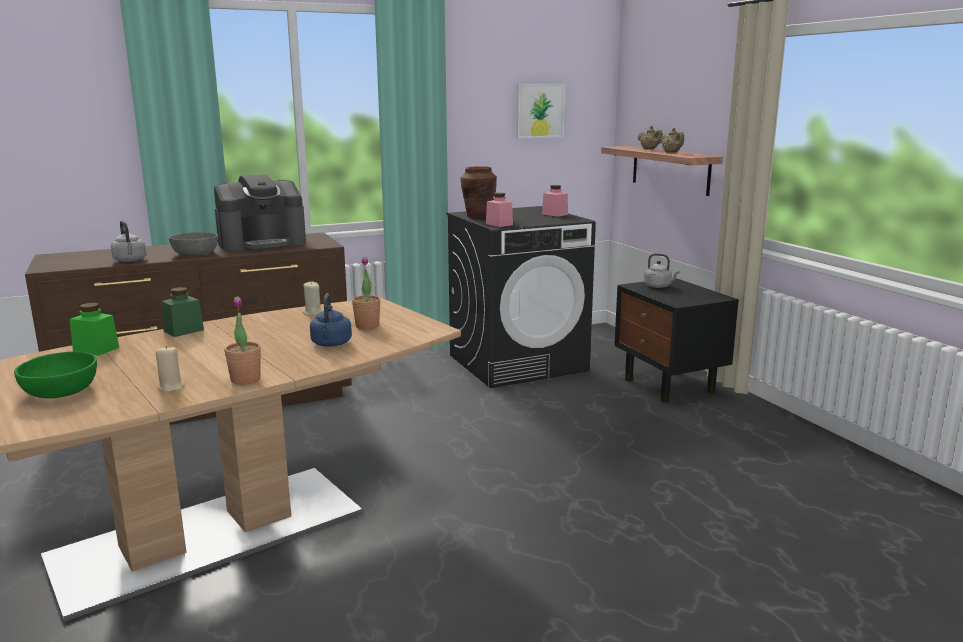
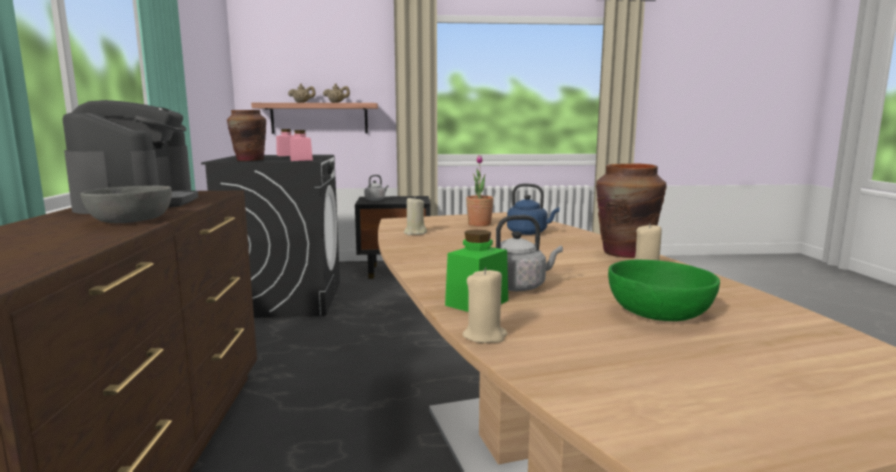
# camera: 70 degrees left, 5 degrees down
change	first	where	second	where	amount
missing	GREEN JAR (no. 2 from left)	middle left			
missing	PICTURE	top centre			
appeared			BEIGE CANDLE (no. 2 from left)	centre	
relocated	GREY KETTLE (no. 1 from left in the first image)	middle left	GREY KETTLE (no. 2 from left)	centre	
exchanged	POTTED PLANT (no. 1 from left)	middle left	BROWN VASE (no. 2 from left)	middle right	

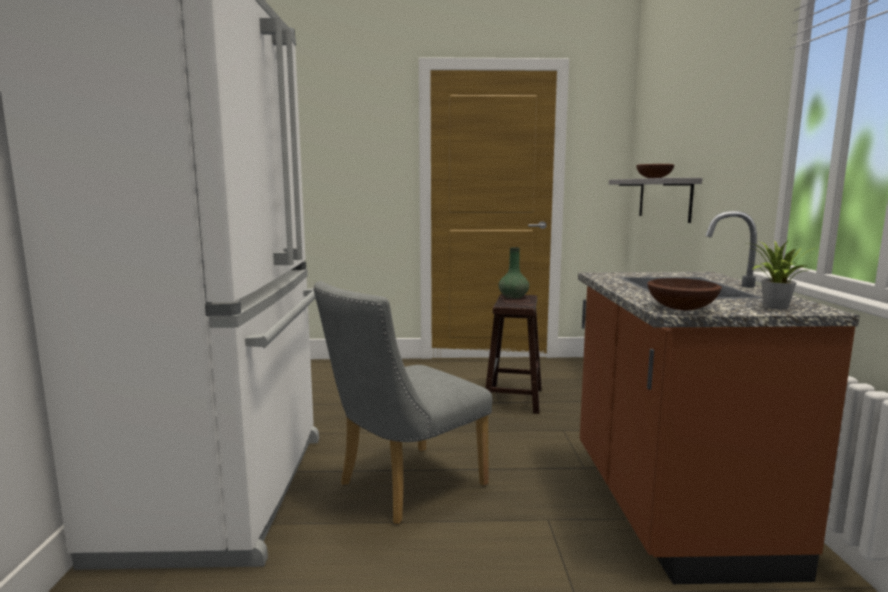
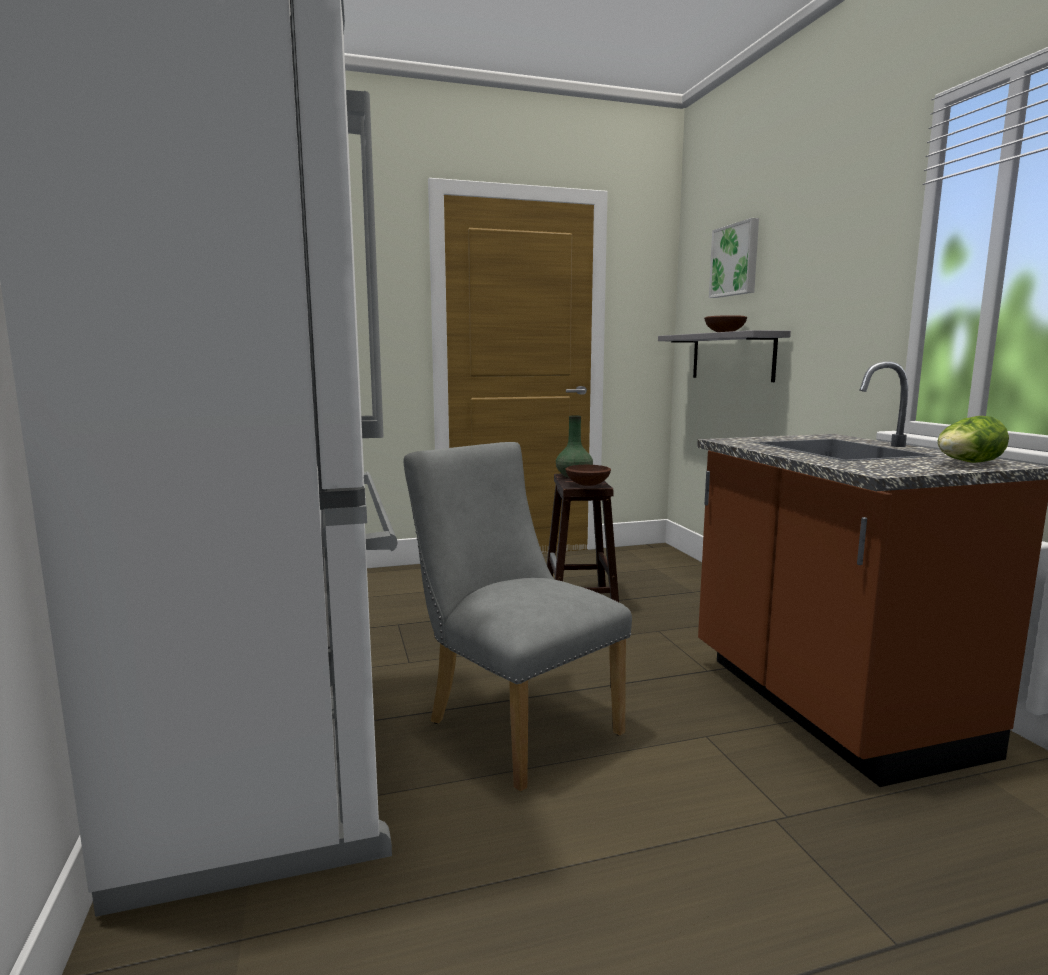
# camera: 15 degrees left, 0 degrees up
change	first	where	second	where	amount
appeared			PICTURE	top right	
relocated	BROWN BOWL (no. 2 from left in the first image)	middle right	BROWN BOWL (no. 1 from left)	centre	
exchanged	POTTED PLANT	middle right	LETTUCE	middle right	
spun	GREY CHAIR	bottom centre		centre	105 degrees clockwise

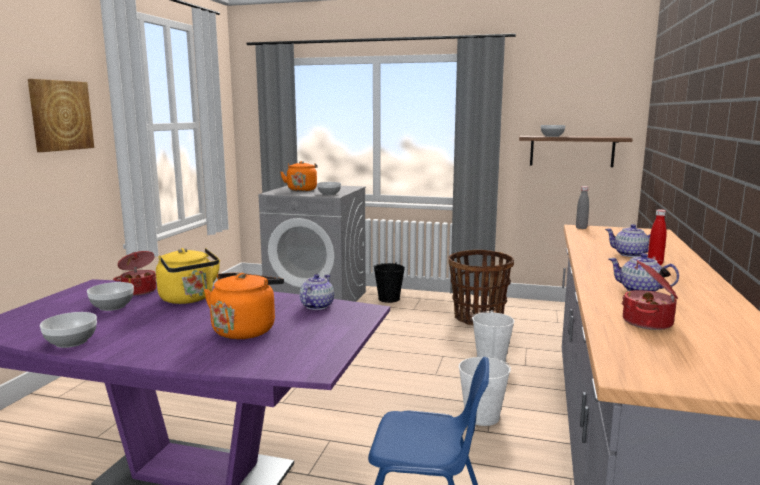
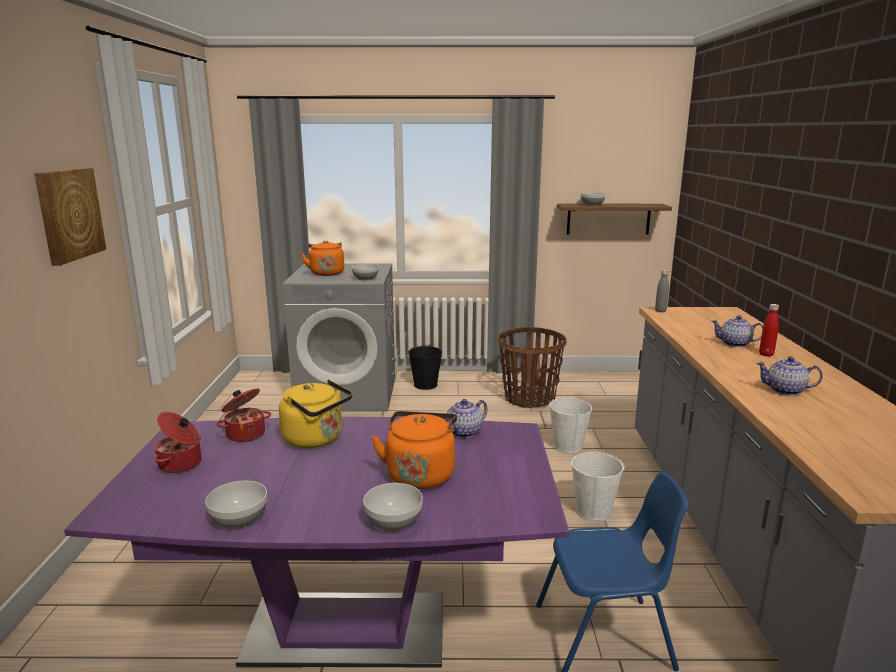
# camera: 15 degrees left, 5 degrees up
change	first	where	second	where	amount
relocated	BOWL (no. 2 from left in the first image)	middle left	BOWL (no. 3 from left)	bottom centre	
relocated	COOKING POT (no. 2 from left in the first image)	middle right	COOKING POT (no. 1 from left)	middle left	
spun	TEAPOT (no. 1 from left)	centre		centre	135 degrees counterclockwise

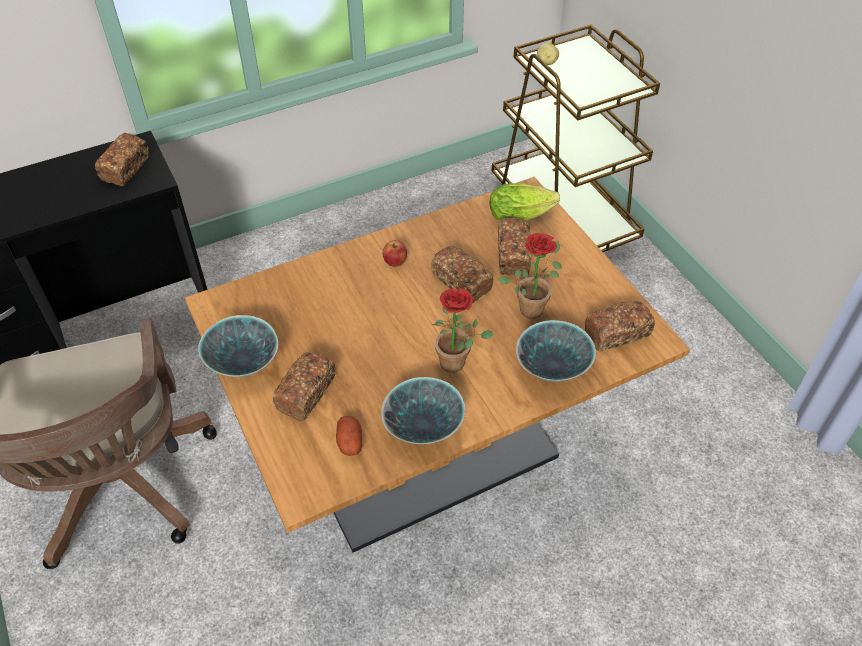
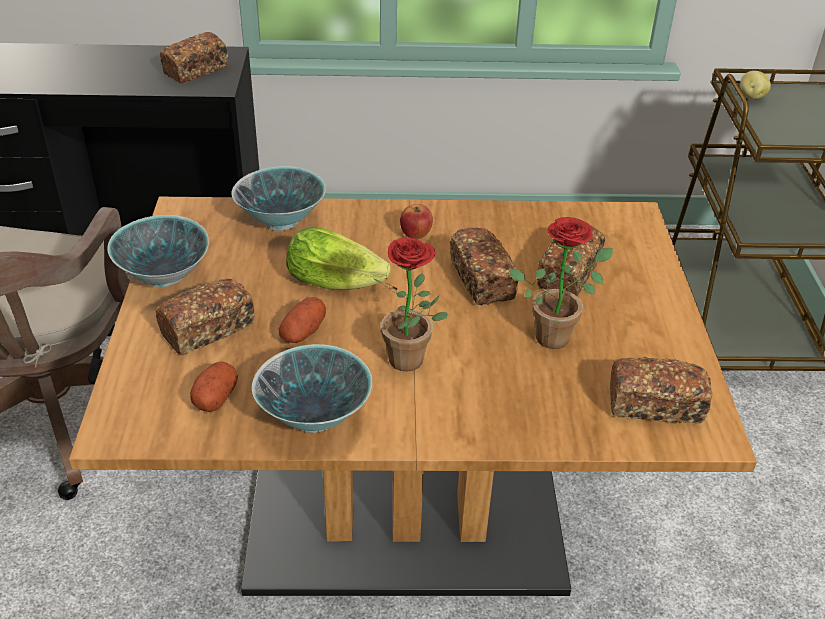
# camera: 25 degrees right, 10 degrees down
change	first	where	second	where	amount
appeared			POTATO (no. 2 from left)	centre	
relocated	LETTUCE	top centre		centre	
relocated	BOWL (no. 3 from left in the first image)	centre	BOWL (no. 2 from left)	top centre	

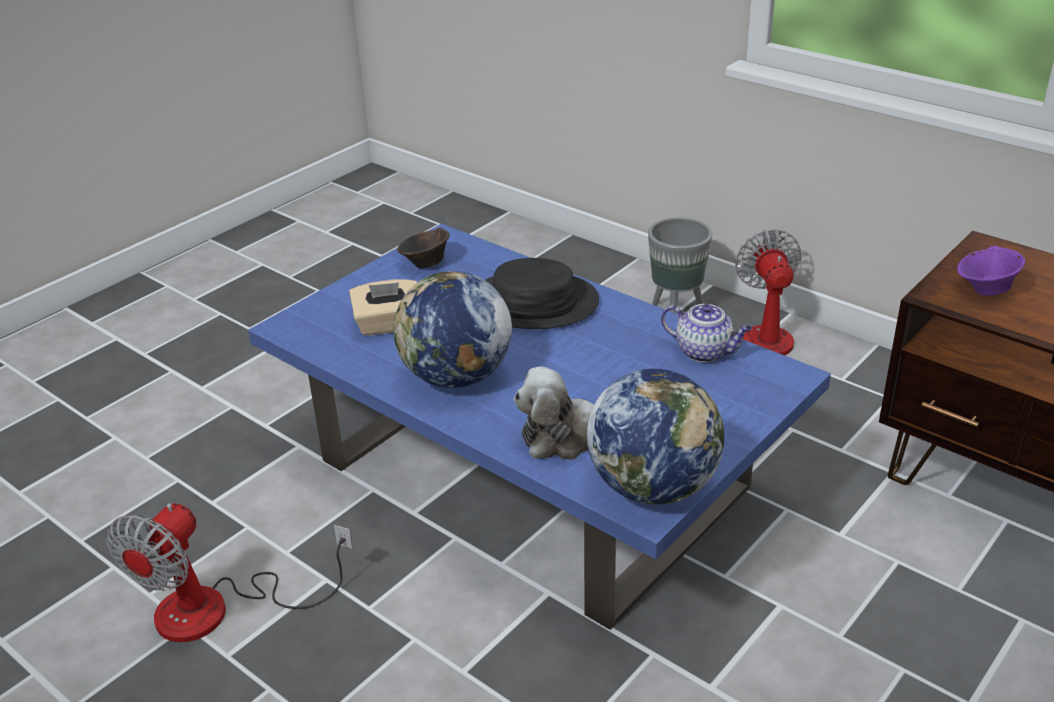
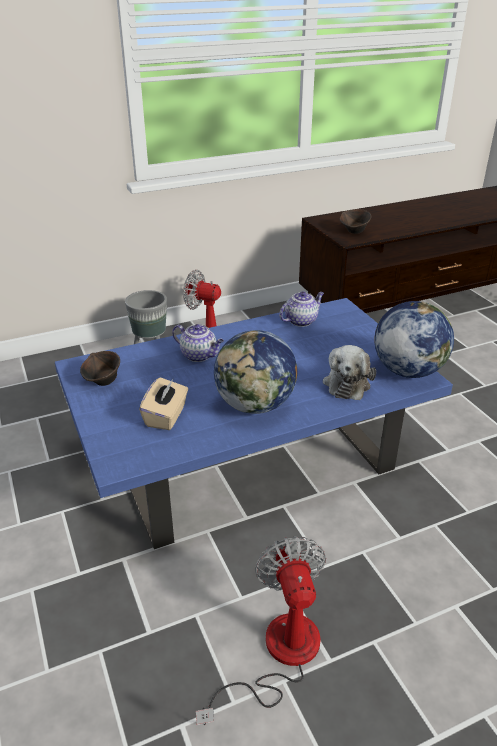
# camera: 65 degrees left, 0 degrees up
change	first	where	second	where	amount
exchanged	BLACK HAT	centre	TEAPOT (no. 1 from left)	centre	
colour	PURPLE BOWL	middle right	BROWN BOWL (no. 2 from left)	top right	
spun	FAN (no. 1 from left in the first image)	bottom left	FAN (no. 2 from left)	bottom centre	150 degrees counterclockwise

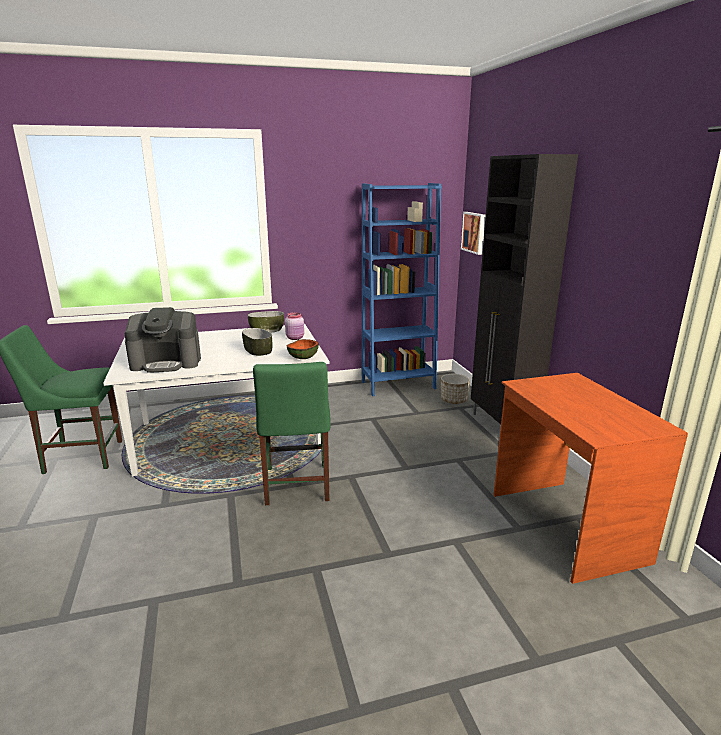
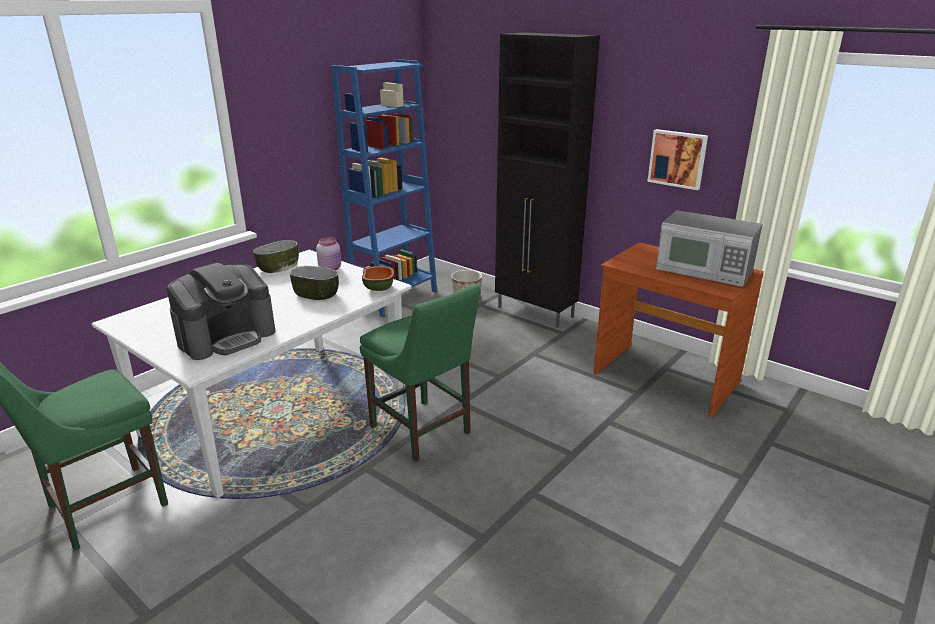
# camera: 35 degrees left, 5 degrees up
change	first	where	second	where	amount
appeared			MICROWAVE	middle right	
relocated	PICTURE	top centre		top right	

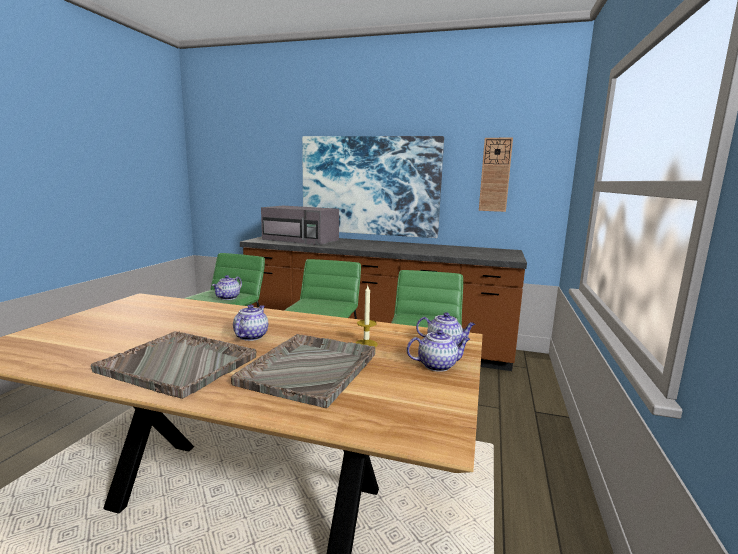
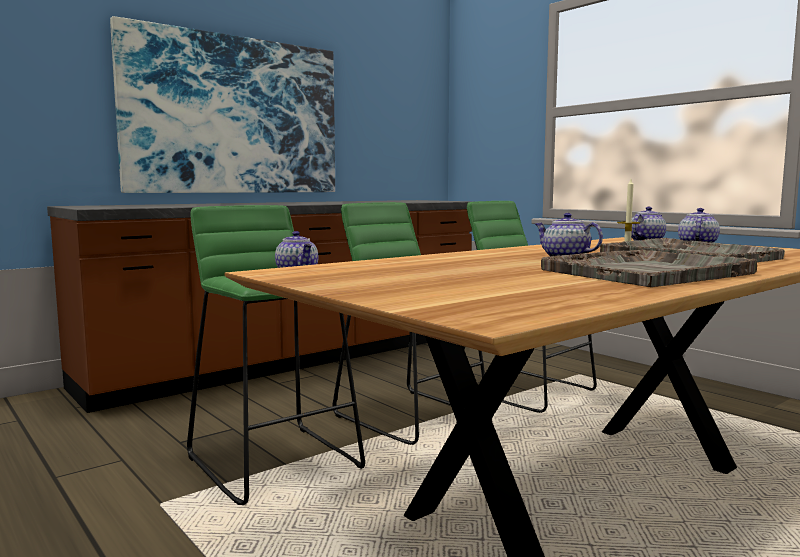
# camera: 55 degrees left, 5 degrees down
change	first	where	second	where	amount
missing	GREY MICROWAVE	centre			
missing	WALL CLOCK	top right			

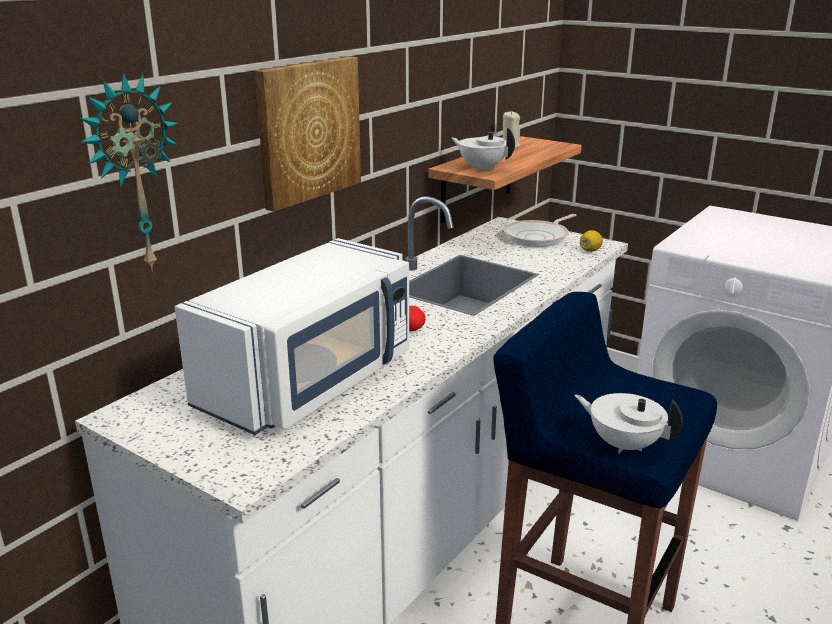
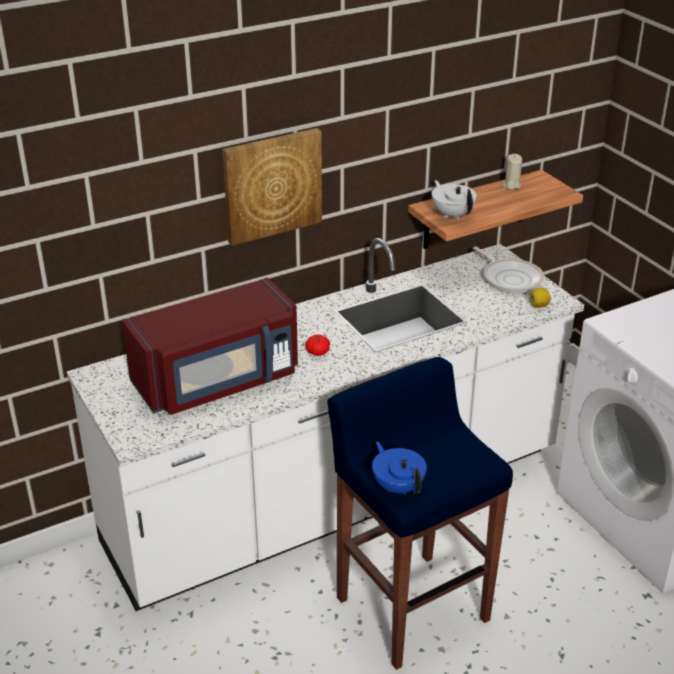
# camera: 25 degrees right, 10 degrees up
change	first	where	second	where	amount
missing	WALL CLOCK	top left			
colour	WHITE MICROWAVE	centre	RED MICROWAVE	middle left	
colour	WHITE TEAPOT (no. 2 from left)	bottom right	BLUE TEAPOT	bottom centre	
spun	FRYING PAN	centre		middle right	105 degrees counterclockwise

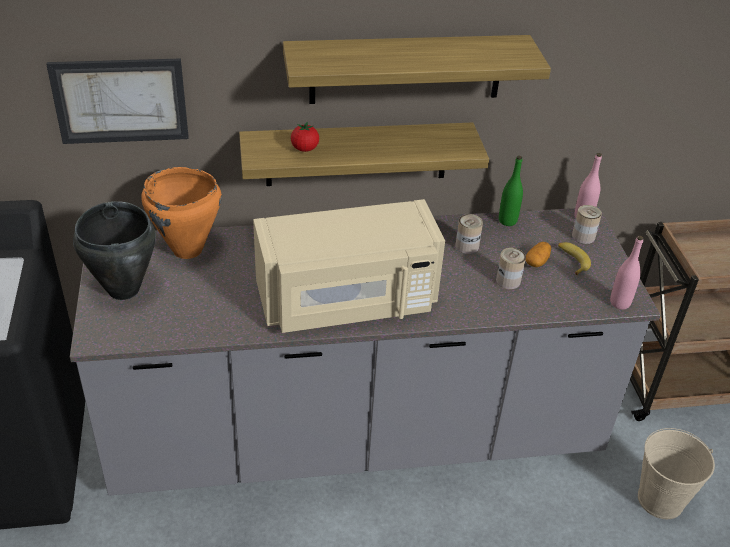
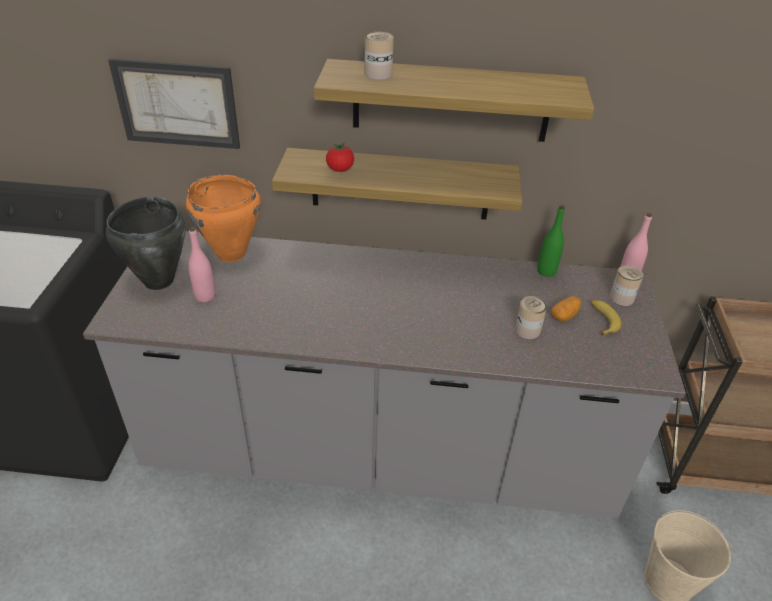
# camera: 15 degrees right, 0 degrees up
change	first	where	second	where	amount
missing	BEIGE MICROWAVE	centre			
relocated	CAN (no. 1 from left)	centre		top centre	
relocated	PINK BOTTLE (no. 2 from left in the first image)	middle right	PINK BOTTLE (no. 1 from left)	middle left	

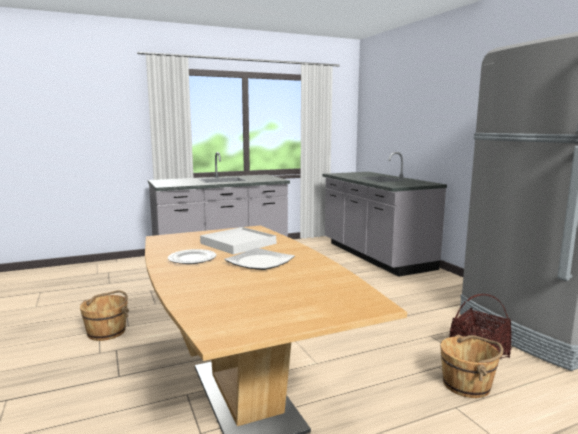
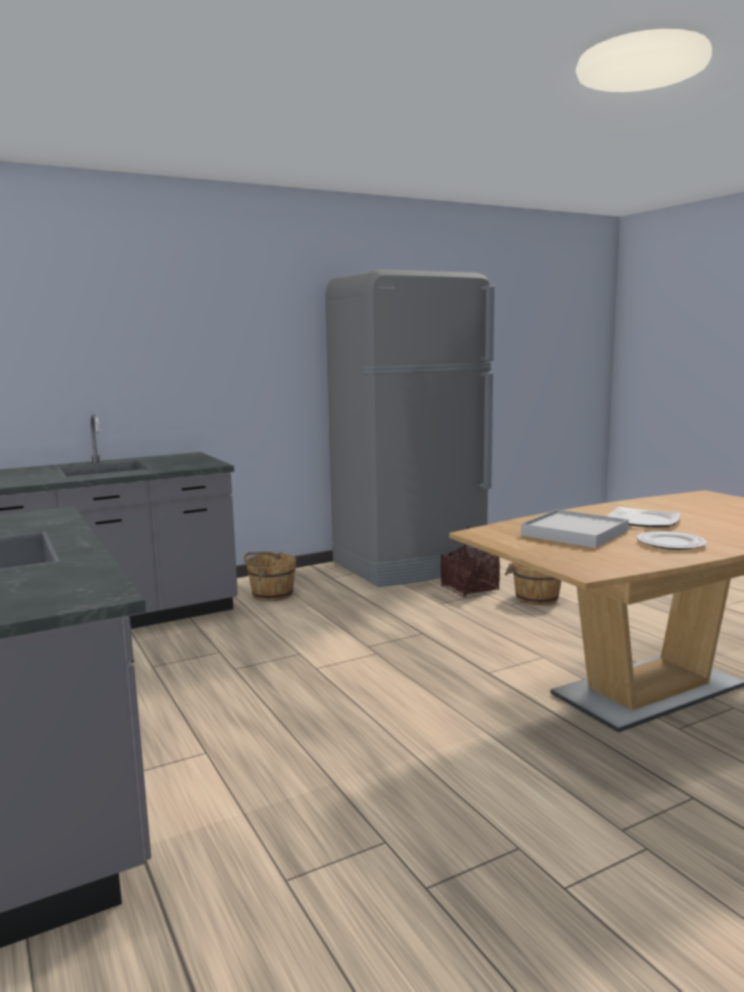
# camera: 95 degrees left, 0 degrees up
change	first	where	second	where	amount
relocated	BROWN BUCKET (no. 1 from left)	bottom left		centre	

